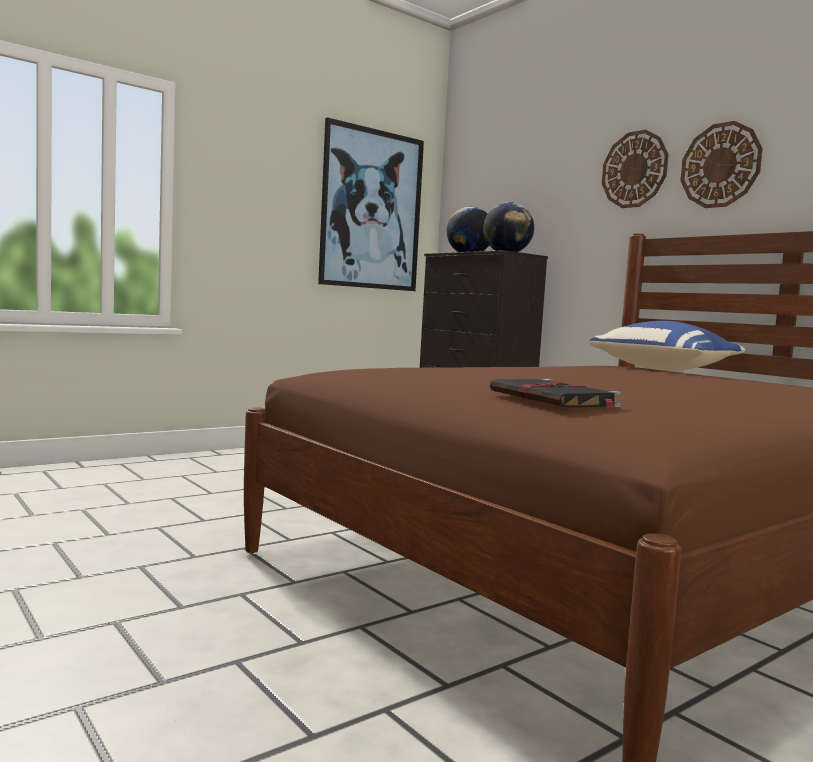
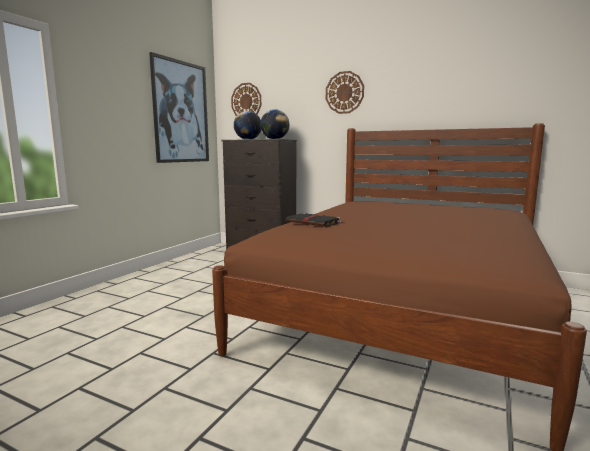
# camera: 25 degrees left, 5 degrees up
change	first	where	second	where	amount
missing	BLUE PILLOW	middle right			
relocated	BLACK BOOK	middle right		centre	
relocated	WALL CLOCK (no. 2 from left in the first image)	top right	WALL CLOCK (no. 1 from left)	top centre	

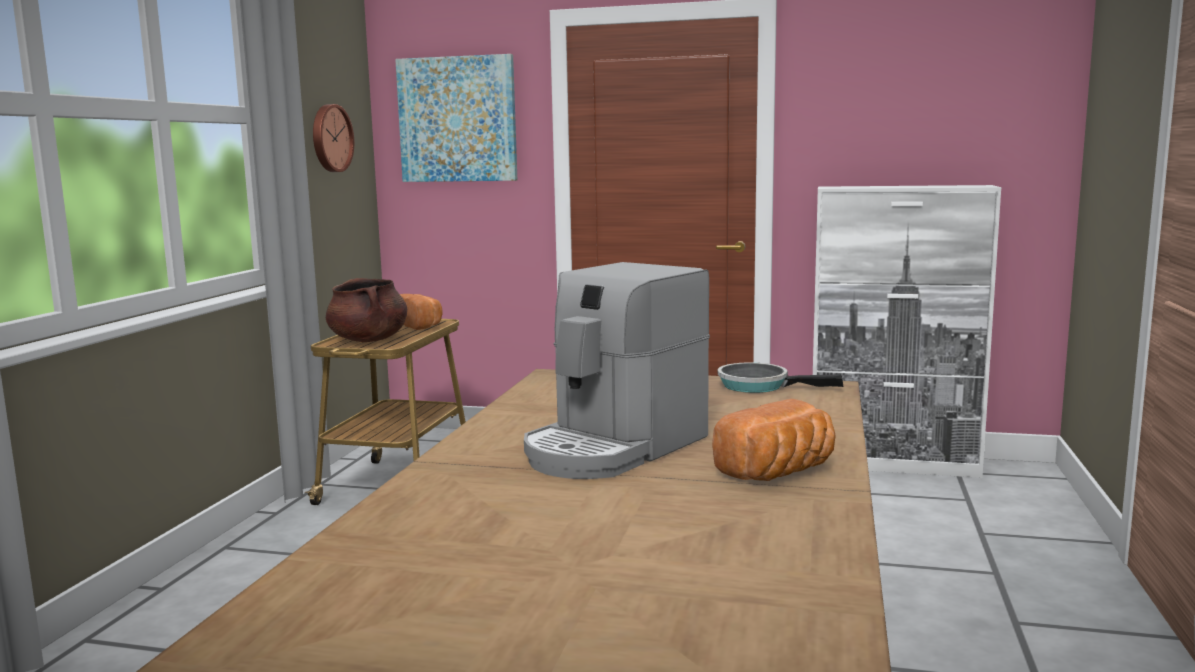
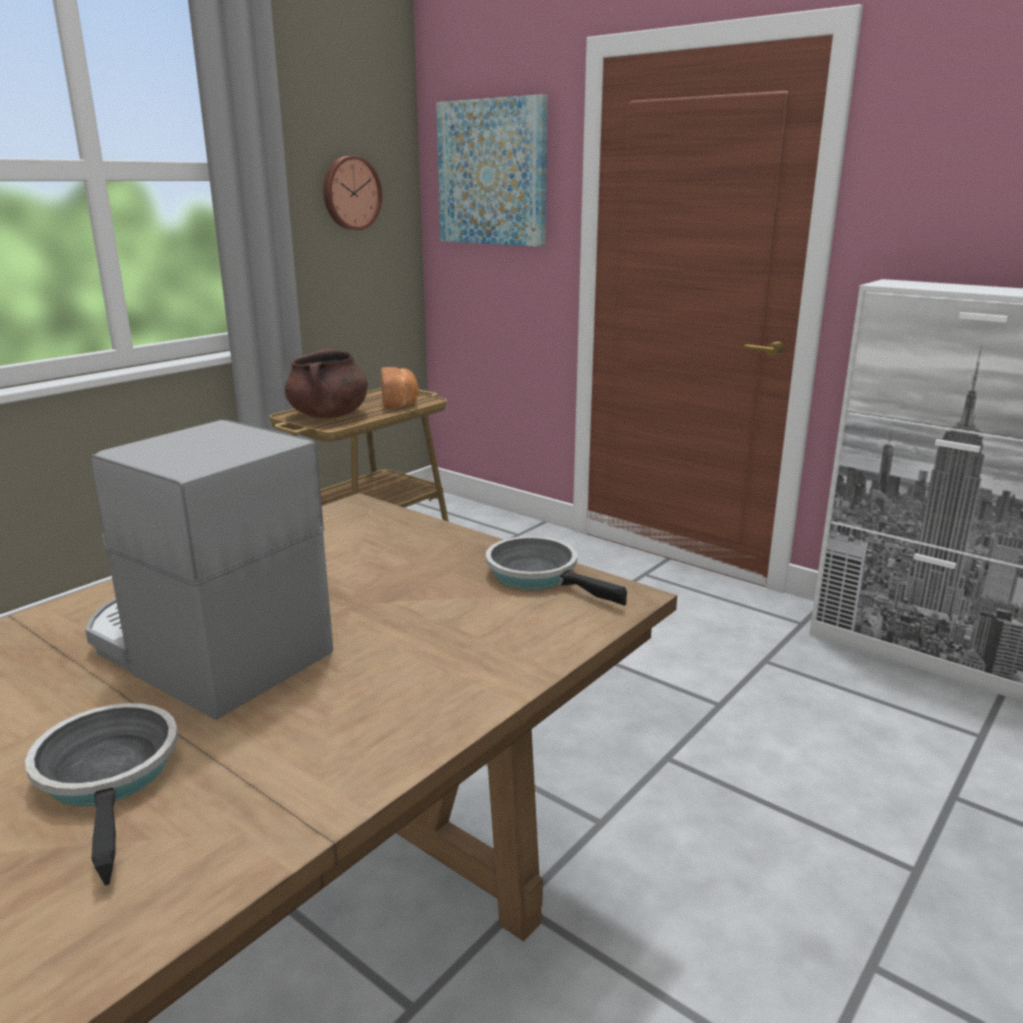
# camera: 25 degrees right, 10 degrees up
change	first	where	second	where	amount
missing	BREAD (no. 2 from left)	centre			
appeared			FRYING PAN (no. 1 from left)	bottom left	
spun	COFFEE MACHINE	centre		middle left	60 degrees clockwise

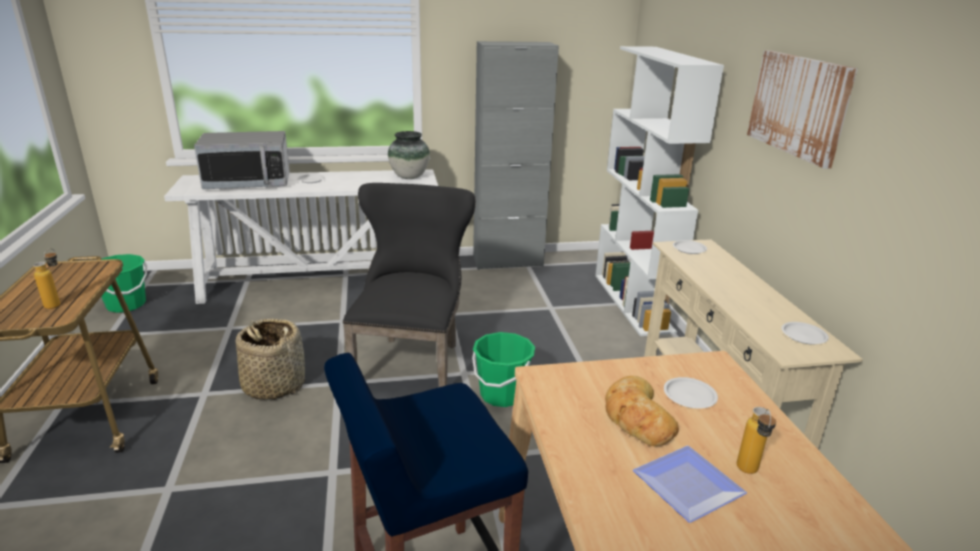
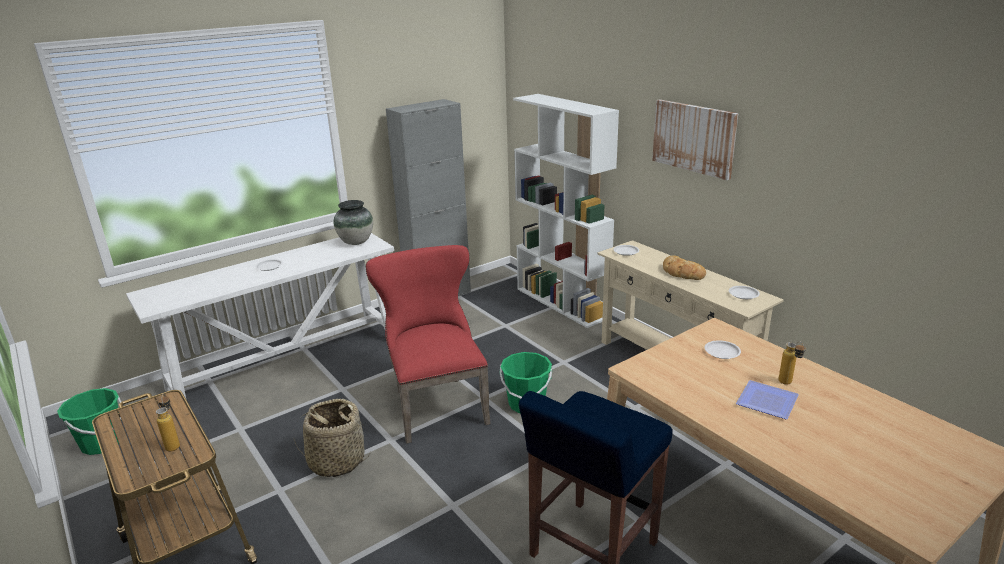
# camera: 25 degrees left, 0 degrees up
change	first	where	second	where	amount
missing	MICROWAVE	top left			
relocated	BREAD	bottom centre		middle right	
colour	BLACK CHAIR	centre	RED CHAIR	centre	

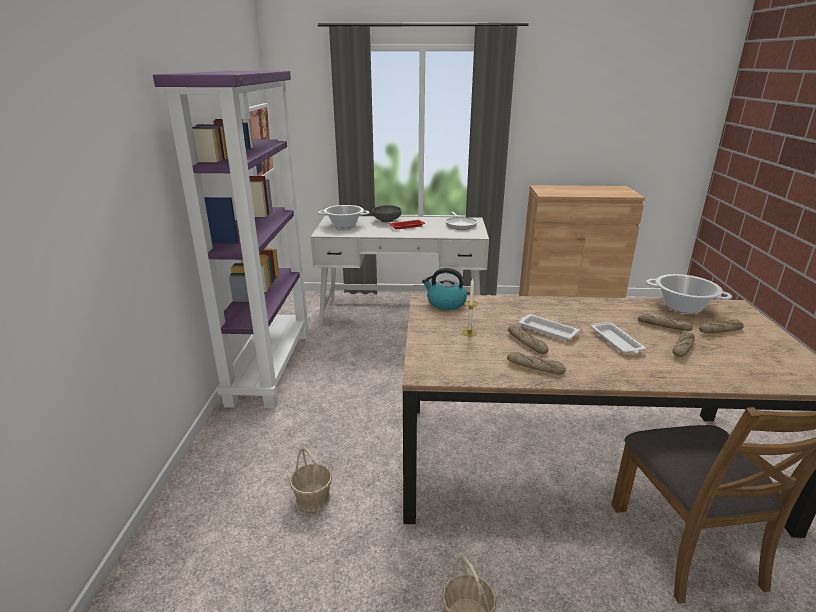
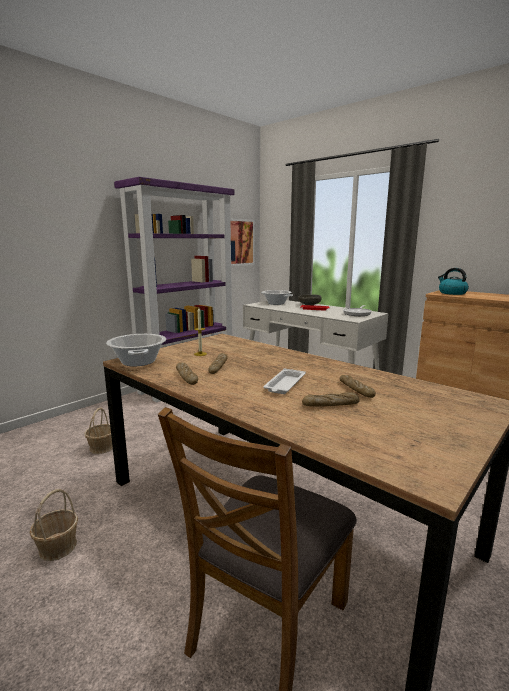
# camera: 40 degrees right, 10 degrees down
change	first	where	second	where	amount
missing	WHITE TRAY (no. 1 from left)	middle right			
missing	BREAD (no. 5 from left)	middle right			
relocated	KETTLE	centre		middle right	
relocated	COOKING POT (no. 2 from left in the first image)	middle right	COOKING POT (no. 1 from left)	middle left	

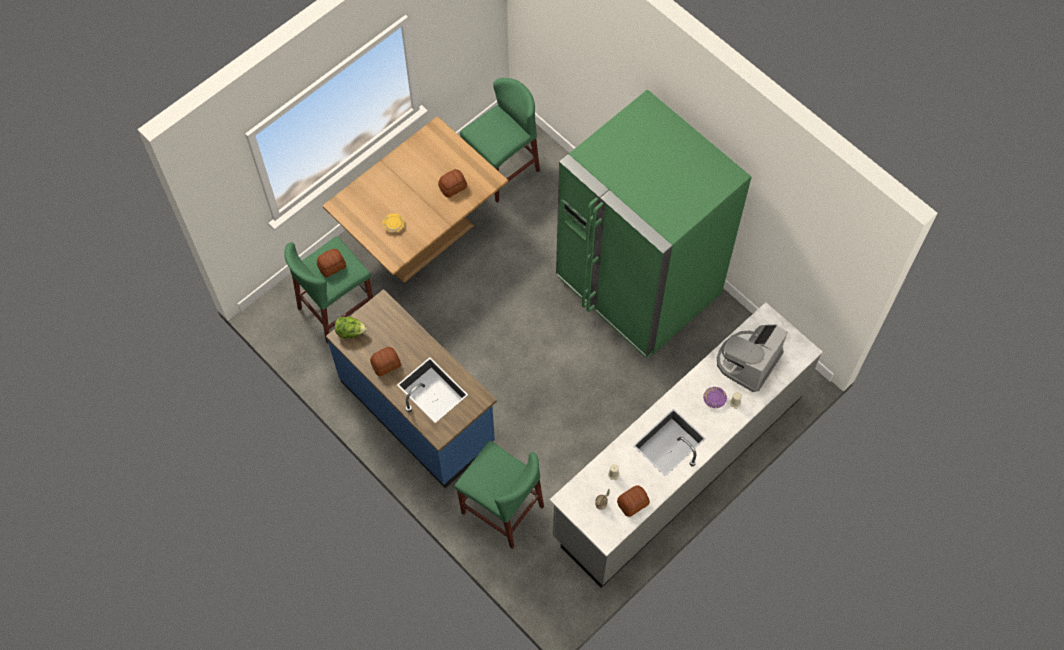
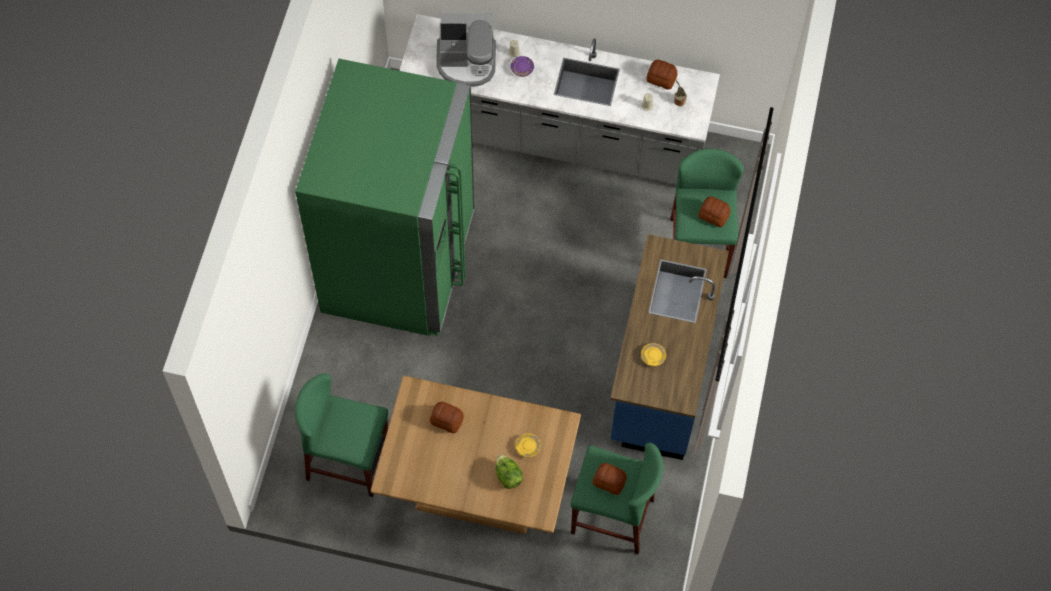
# camera: 125 degrees left, 0 degrees up
change	first	where	second	where	amount
appeared			YELLOW PLATE (no. 2 from left)	centre	
relocated	LETTUCE	middle left		bottom centre	
relocated	BREAD (no. 2 from left in the first image)	centre	BREAD (no. 4 from left)	middle right	

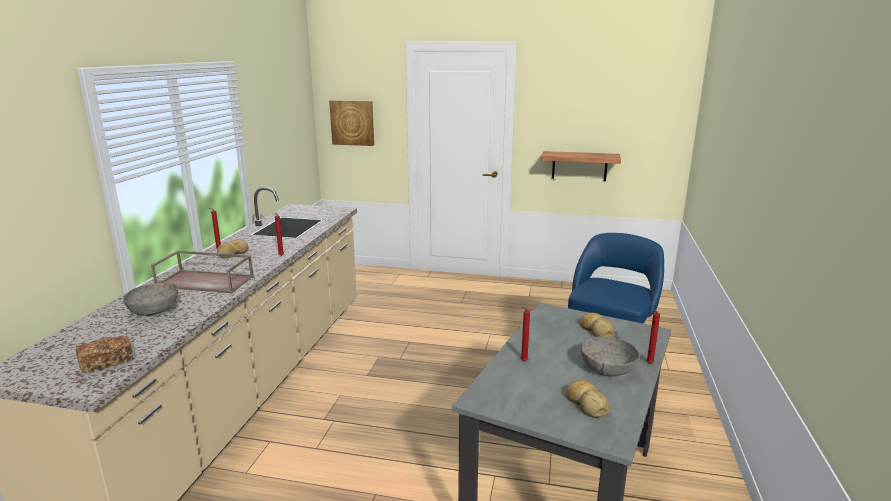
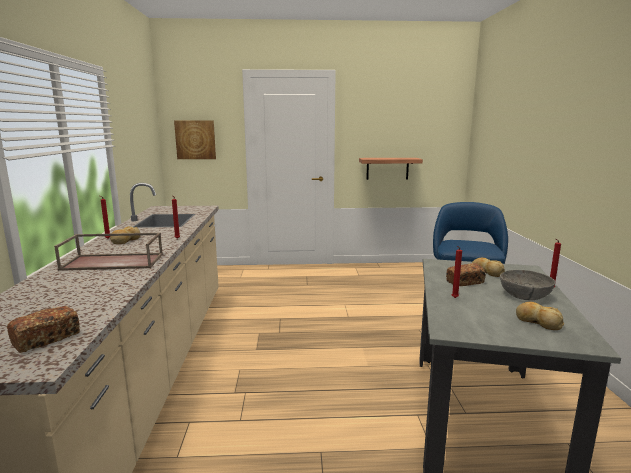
# camera: 15 degrees left, 5 degrees down
change	first	where	second	where	amount
missing	GREY BOWL (no. 1 from left)	middle left			
appeared			BREAD (no. 3 from left)	middle right	

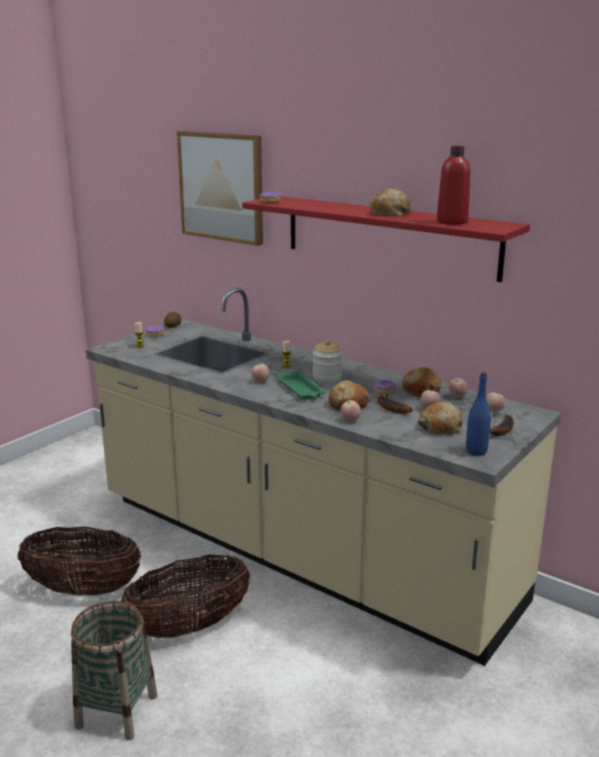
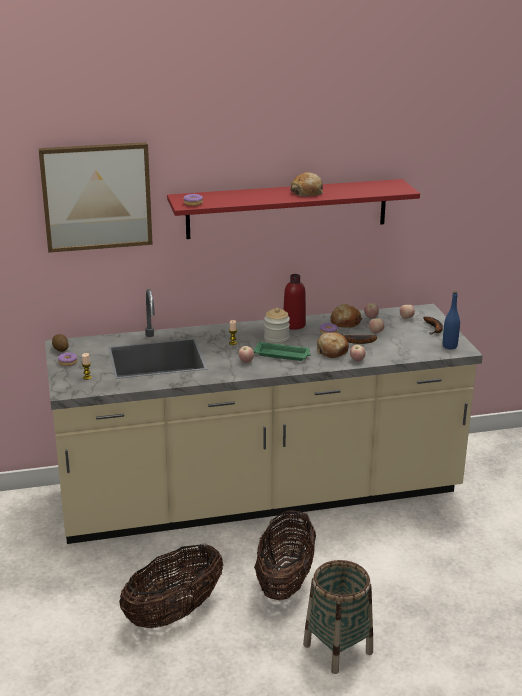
# camera: 50 degrees left, 5 degrees up
change	first	where	second	where	amount
missing	BREAD (no. 4 from left)	middle right			
relocated	RED BOTTLE	top right		centre	

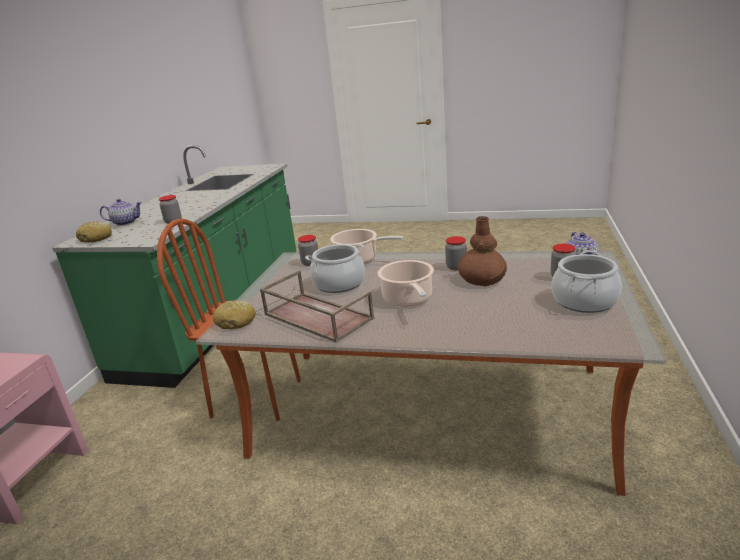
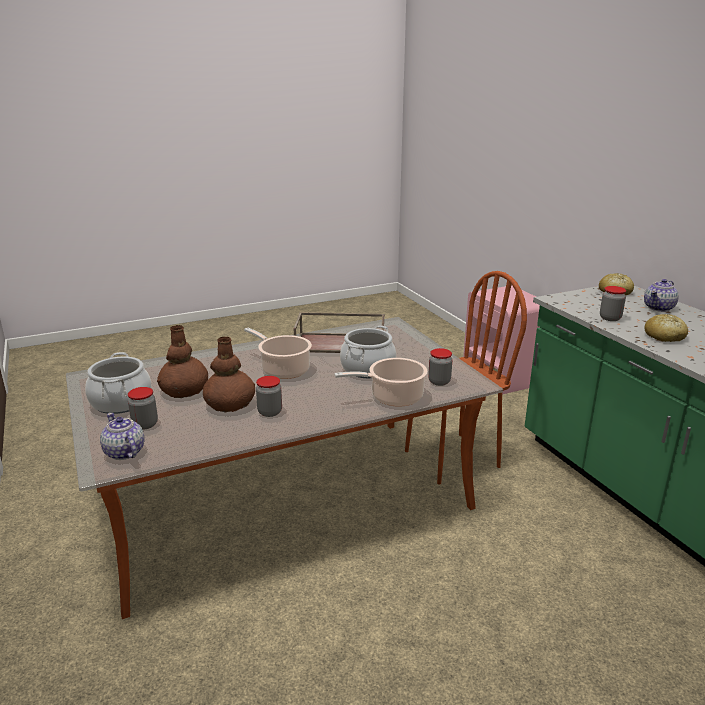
# camera: 140 degrees right, 0 degrees up
change	first	where	second	where	amount
appeared			BROWN VASE (no. 1 from left)	middle left	
relocated	BREAD (no. 2 from left)	middle left		middle right	

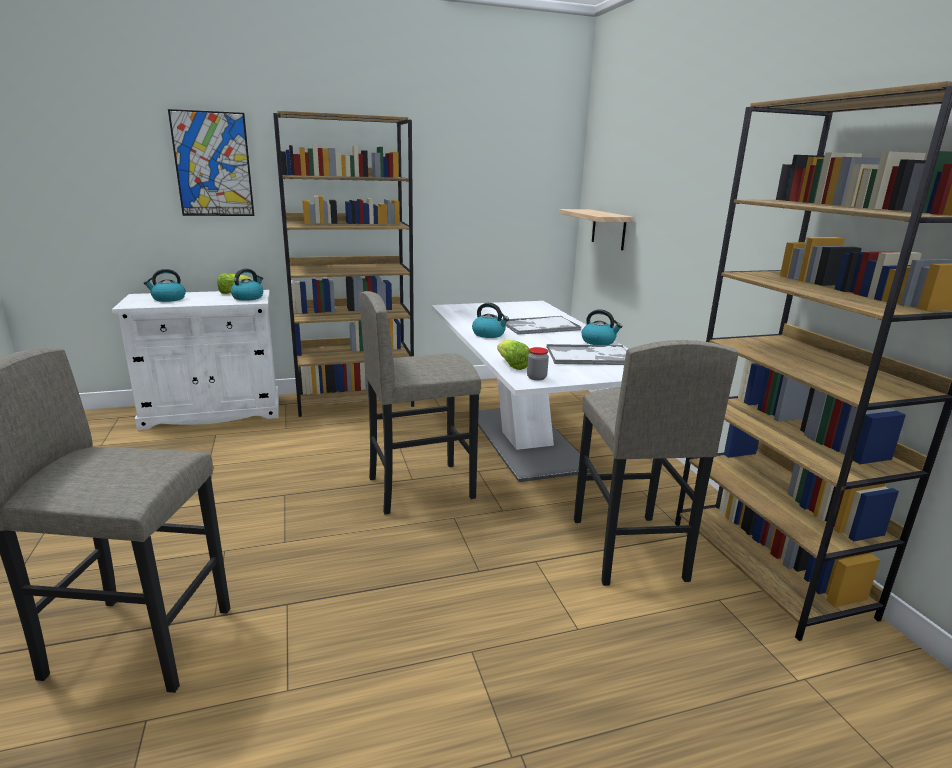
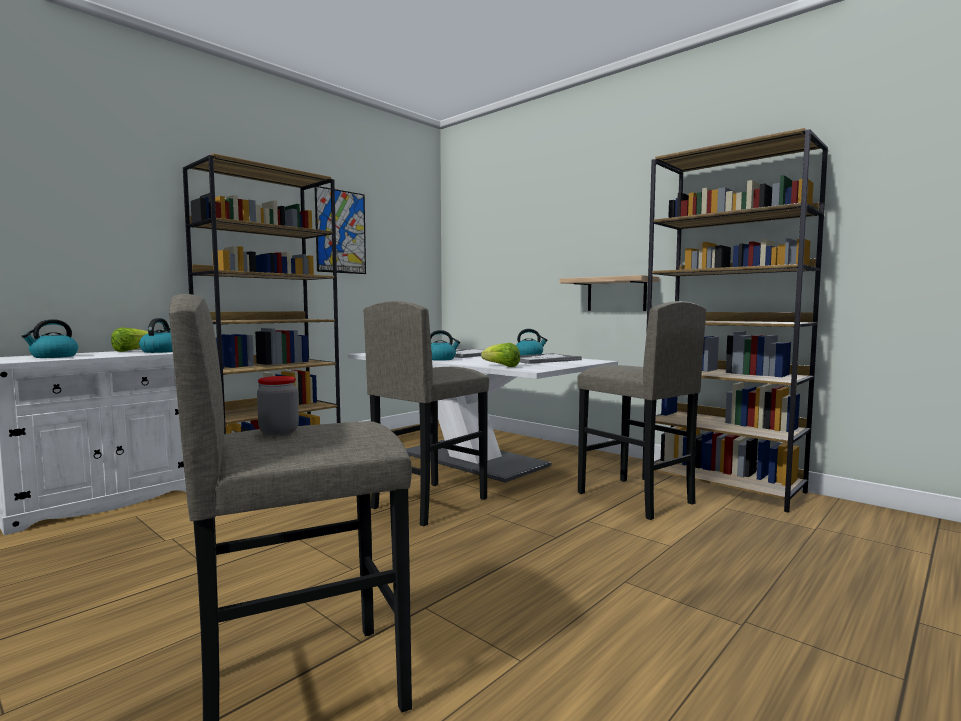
# camera: 30 degrees left, 15 degrees down
change	first	where	second	where	amount
relocated	PICTURE	top left		top centre	
relocated	JAR	centre		middle left	
relocated	SHELF	top centre		centre	

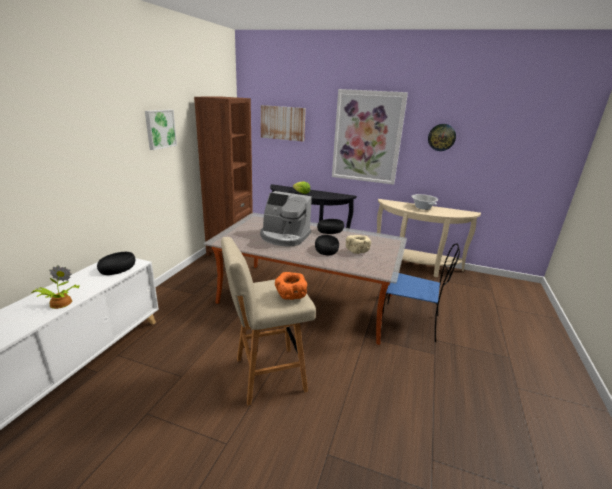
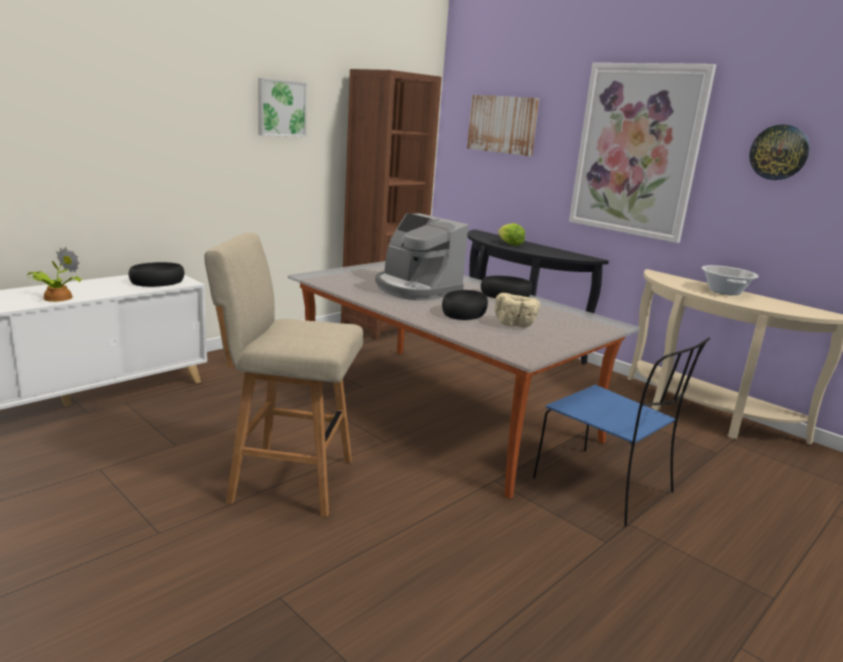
# camera: 25 degrees right, 5 degrees down
change	first	where	second	where	amount
missing	ORANGE BOWL	centre			

